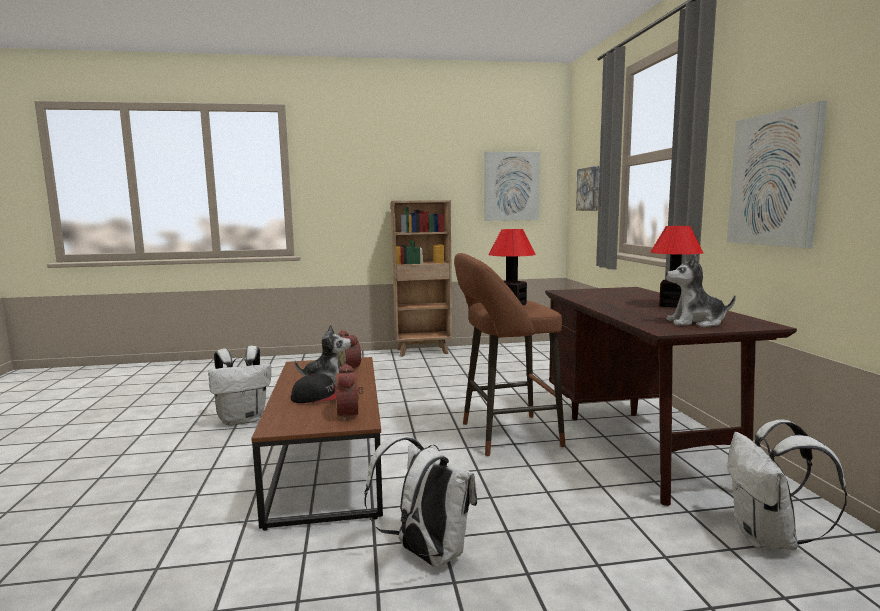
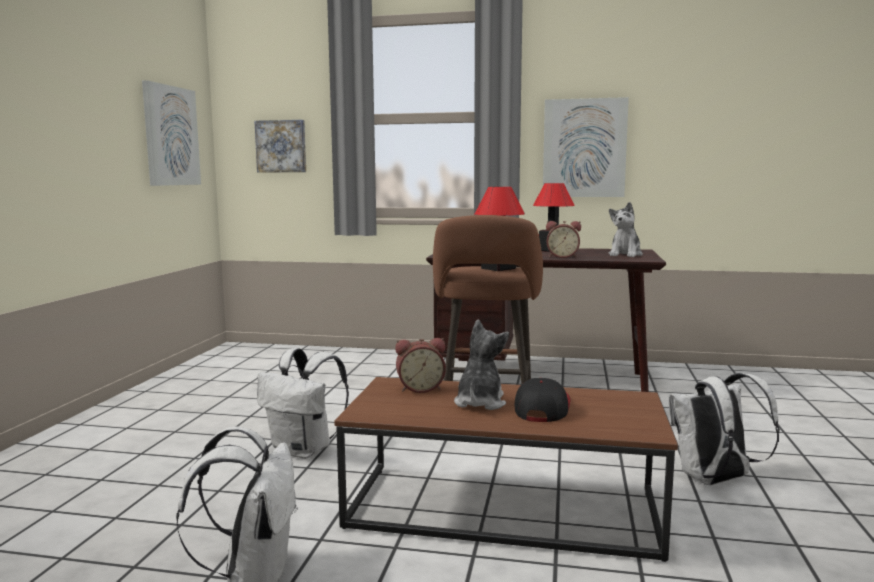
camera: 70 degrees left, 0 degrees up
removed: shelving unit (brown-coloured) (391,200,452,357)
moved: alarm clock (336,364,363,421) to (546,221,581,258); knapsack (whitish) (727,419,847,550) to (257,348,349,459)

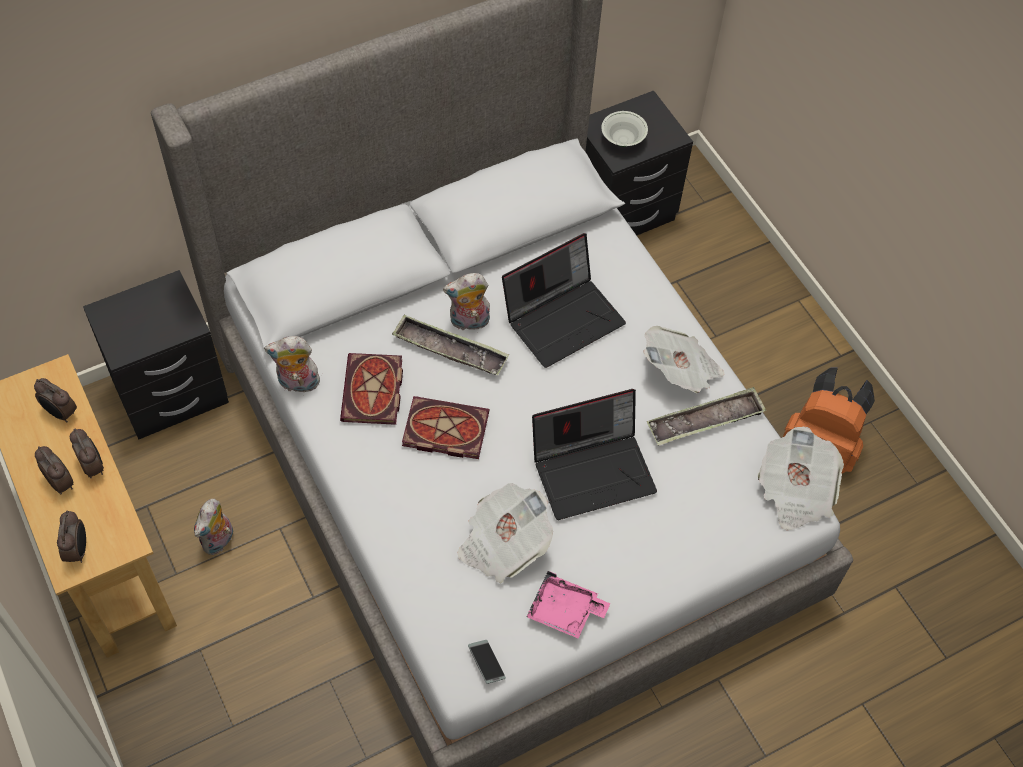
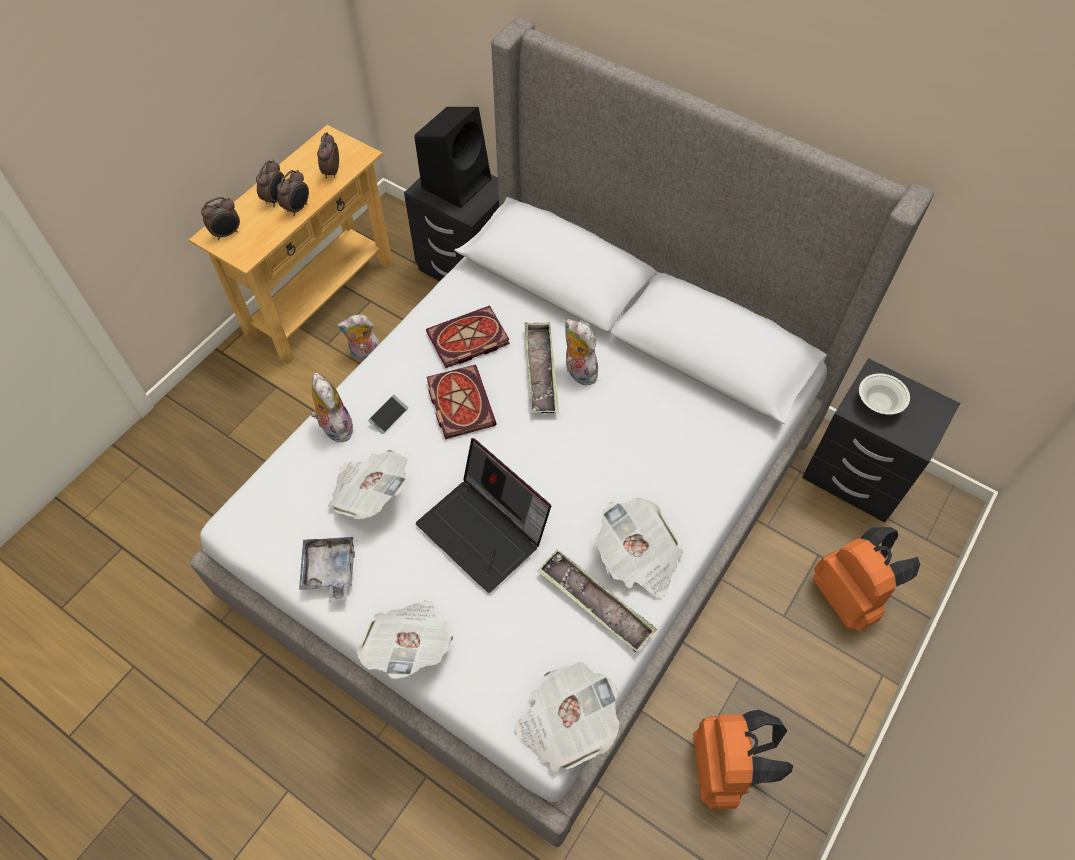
camera: 65 degrees right, 0 degrees up
removed: portable computer (502,233,626,368)
added: newspaper (356,600,453,679); audio speaker (blackish) (414,107,491,208); knapsack (orange) (813,527,920,631)
moved: soft toy (264,336,320,393) to (311,373,353,442); phone (468,640,506,684) to (368,395,408,434)
recoloured: tray (pinkish) (526,571,610,639) to tray (greyish) (299,537,355,602)

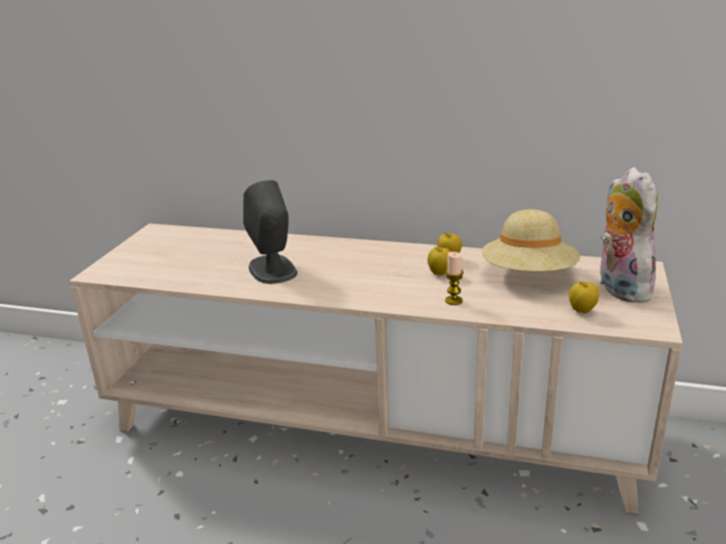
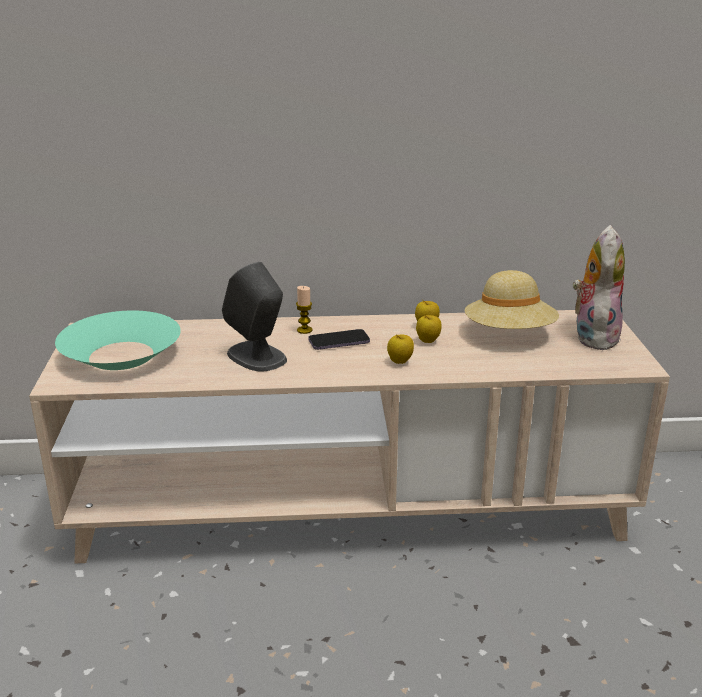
camera: 20 degrees left, 0 degrees up
added: serving bowl (turquoise-coloured) (55,310,181,370); phone (308,329,370,350)
moved: wax light (445,252,464,305) to (296,286,313,334); apple (569,282,599,313) to (387,335,414,364)
turned: soft toy (600,167,658,303) = (573,225,625,351) 45 degrees clockwise

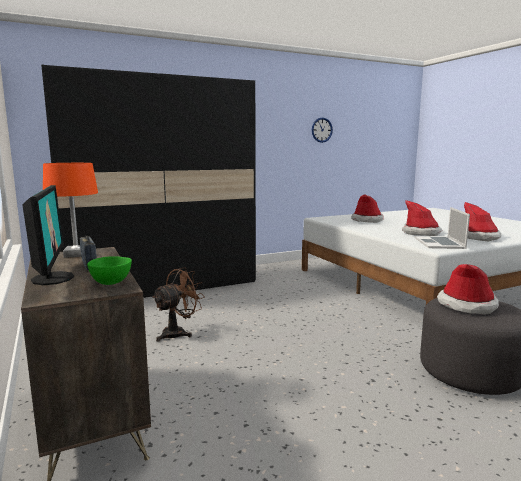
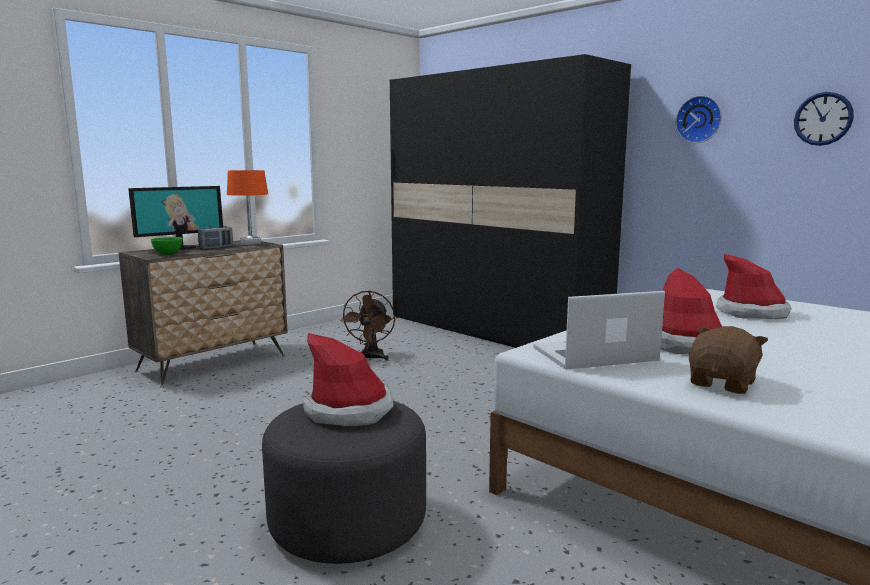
camera: 70 degrees right, 0 degrees up
added: hanging clock (675,96,722,143)
replaced: clothing hat (464,202,501,241) to soft toy (brown-coloured) (689,326,768,394)
turned: electric fan (brown-coloured) (152,267,205,342) = (340,290,395,361) 75 degrees clockwise

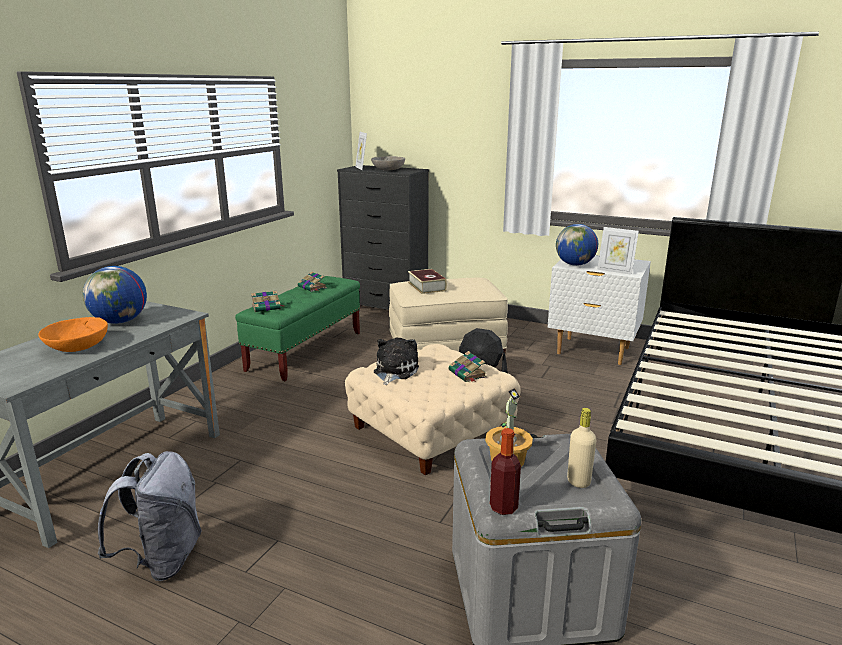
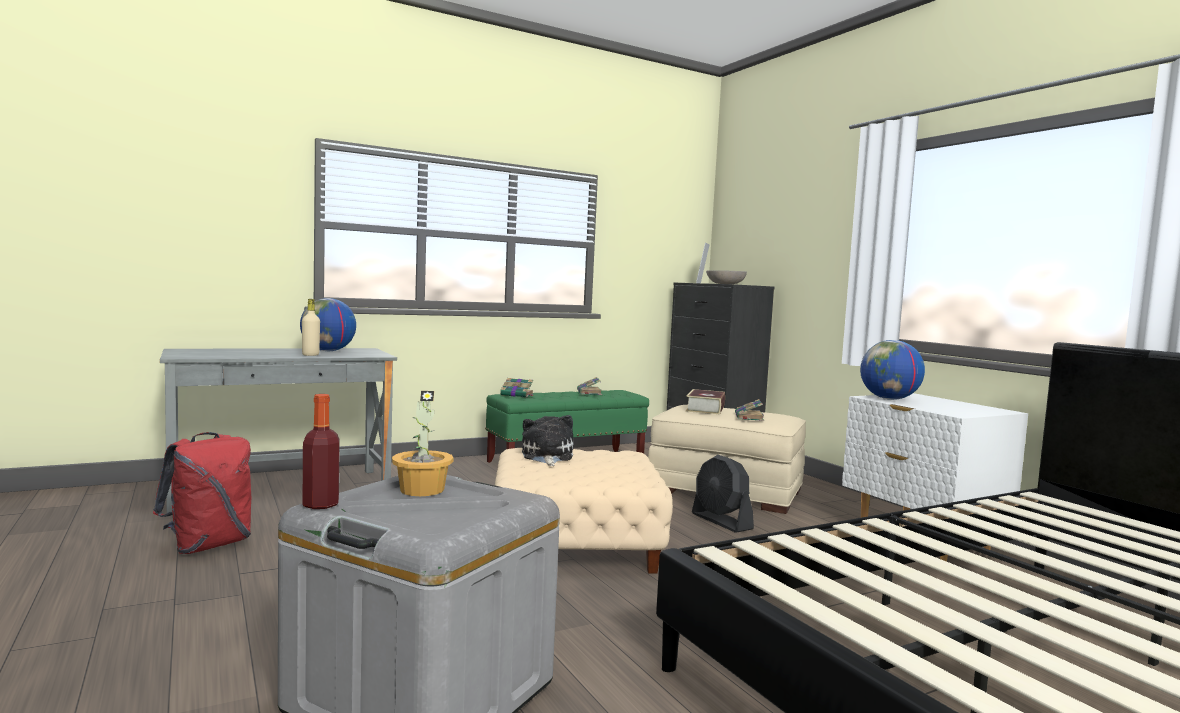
camera: 35 degrees right, 15 degrees down
removed: serving bowl (orange) (38,317,108,352); picture frame (597,227,639,275)
moved: volume (449,351,487,382) to (735,399,764,421); beverage bottle (beige-coloured) (567,408,596,488) to (302,299,320,356)
recoloured: knapsack (greyish) (98,451,202,581) to knapsack (reddish) (153,432,251,554)
turned: soft toy (374,338,419,385) = (522,415,574,466) 60 degrees counterclockwise

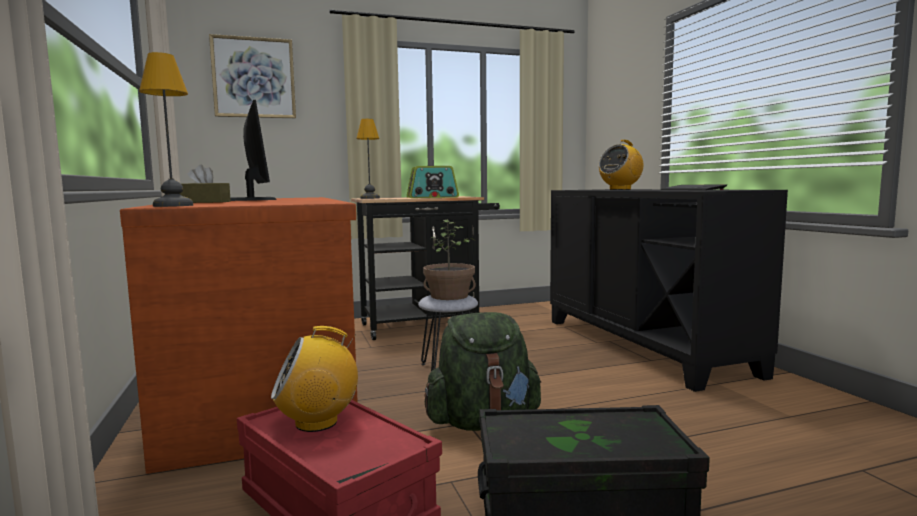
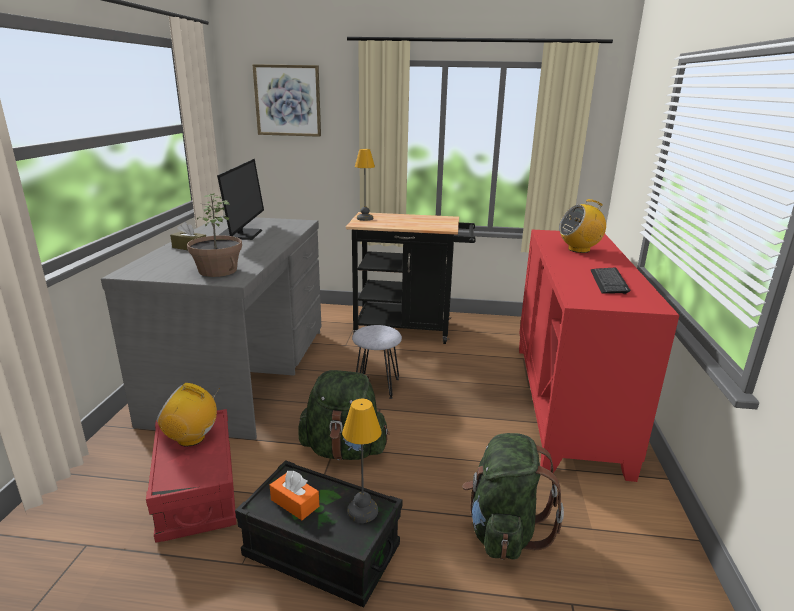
camera: 25 degrees right, 15 degrees up
removed: radio receiver (407,166,459,198)
added: tissue box (orange) (270,471,319,520); knapsack (green-coloured) (462,433,564,560)
moved: tabletop lamp (139,52,193,207) to (342,399,382,523); plant in a pot (423,219,476,300) to (187,193,242,277)
recoloured: desk unit (brown-coloured) (120,197,358,474) to desk unit (greyish) (101,216,321,440); cupboard (blackish) (550,189,788,392) to cupboard (reddish) (519,230,679,482)

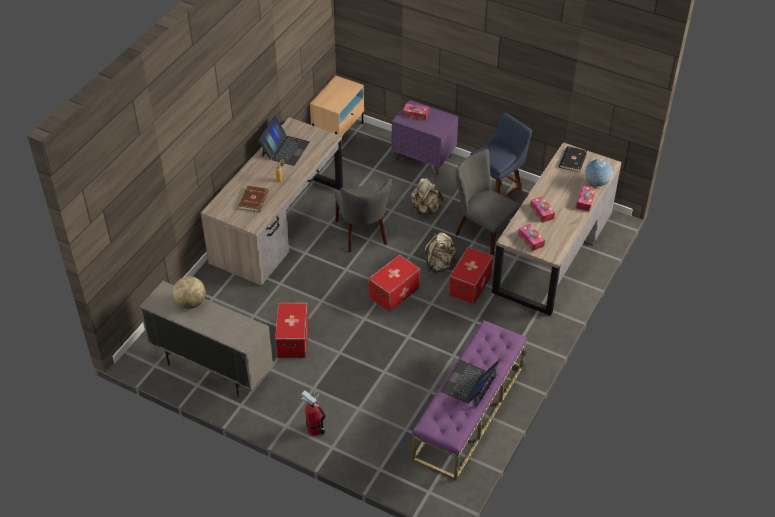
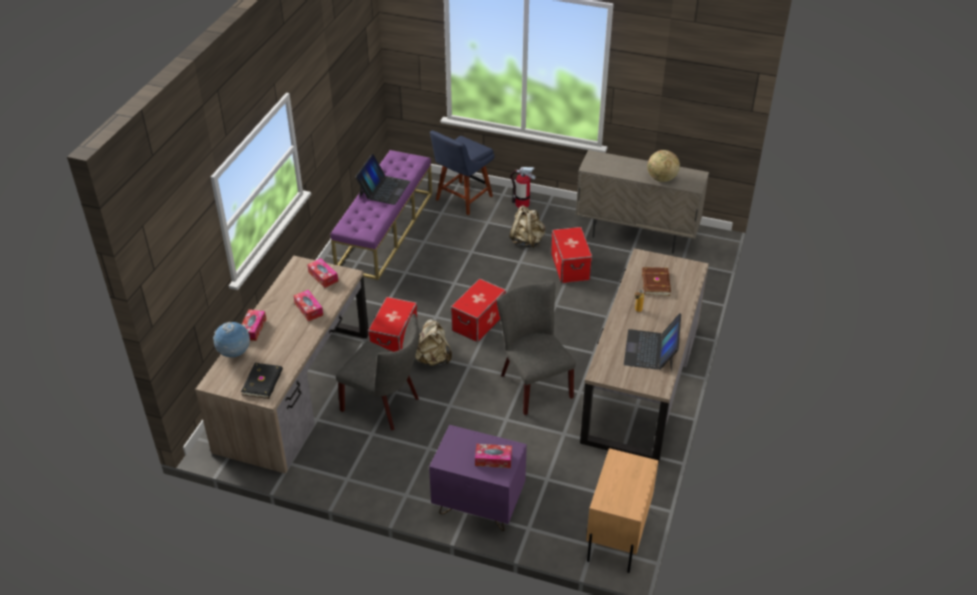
camera: 170 degrees right, 5 degrees down
moved: knapsack (beige-coloured) (411,178,443,216) to (509,205,545,248); upright chair (bluish) (470,113,532,197) to (430,130,495,215)

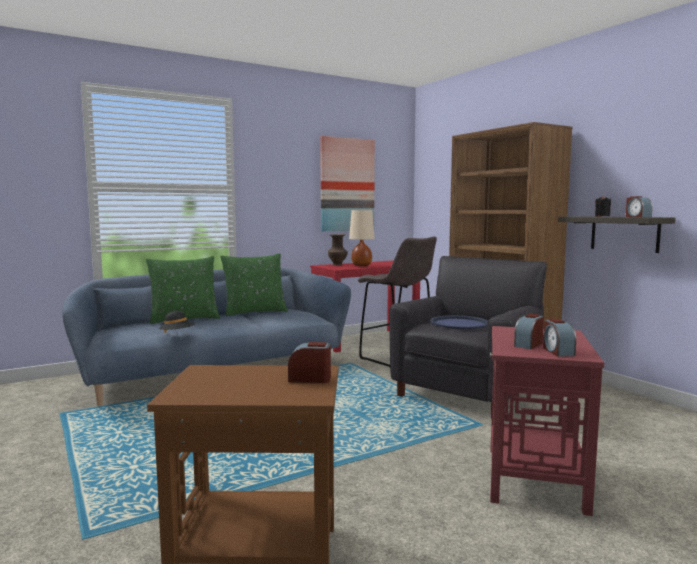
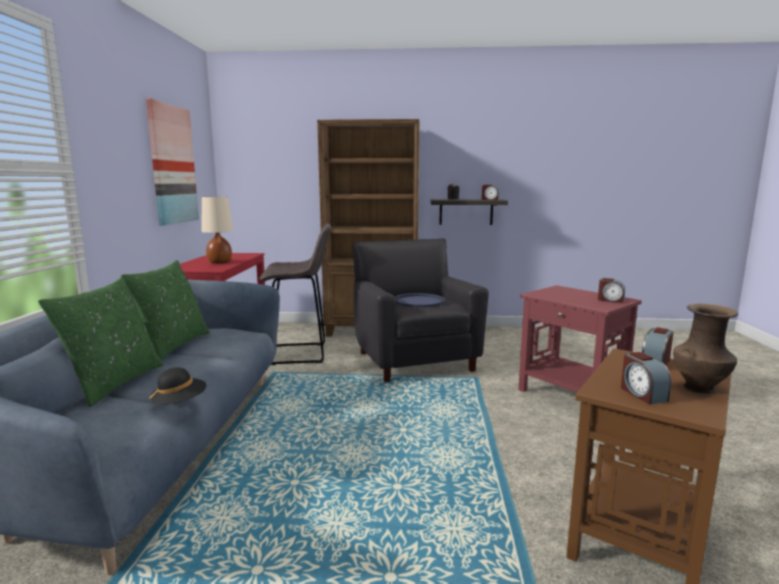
camera: 55 degrees left, 5 degrees up
moved: flower vase (brown-coloured) (328,234,348,265) to (673,304,738,394); alarm clock (514,314,544,349) to (621,352,671,404)

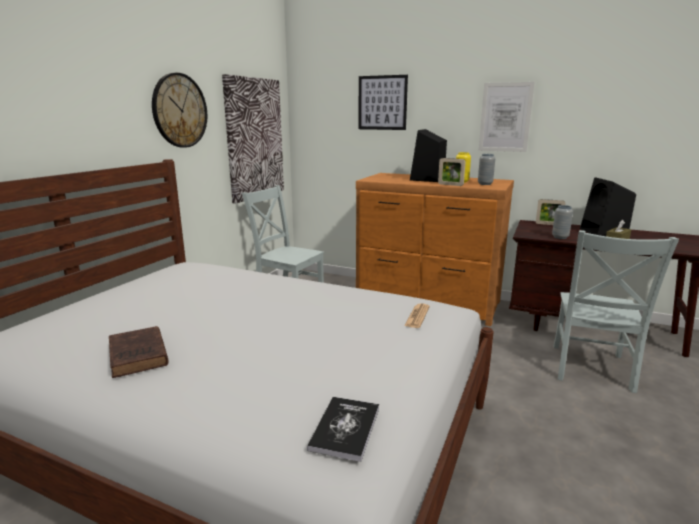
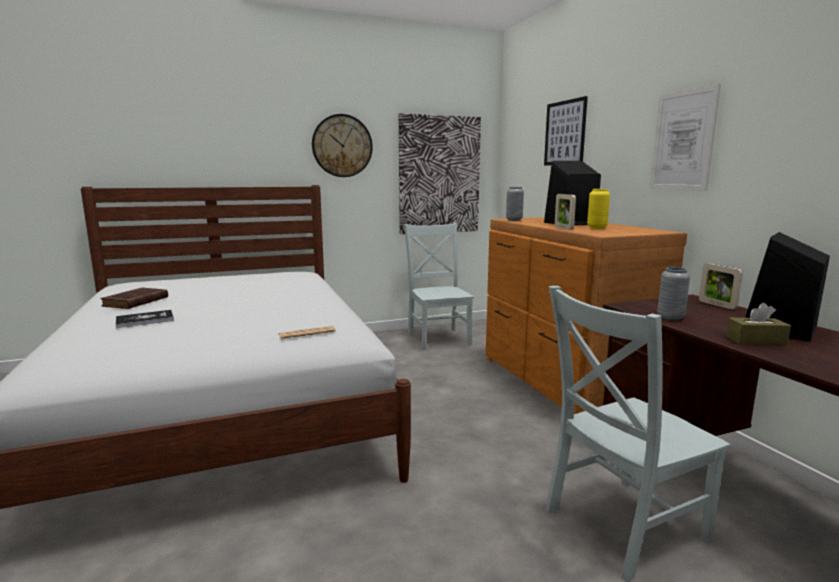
camera: 45 degrees right, 5 degrees down
moved: volume (307,397,379,462) to (116,310,174,328); flower vase (greyish) (478,154,495,185) to (506,187,524,221)

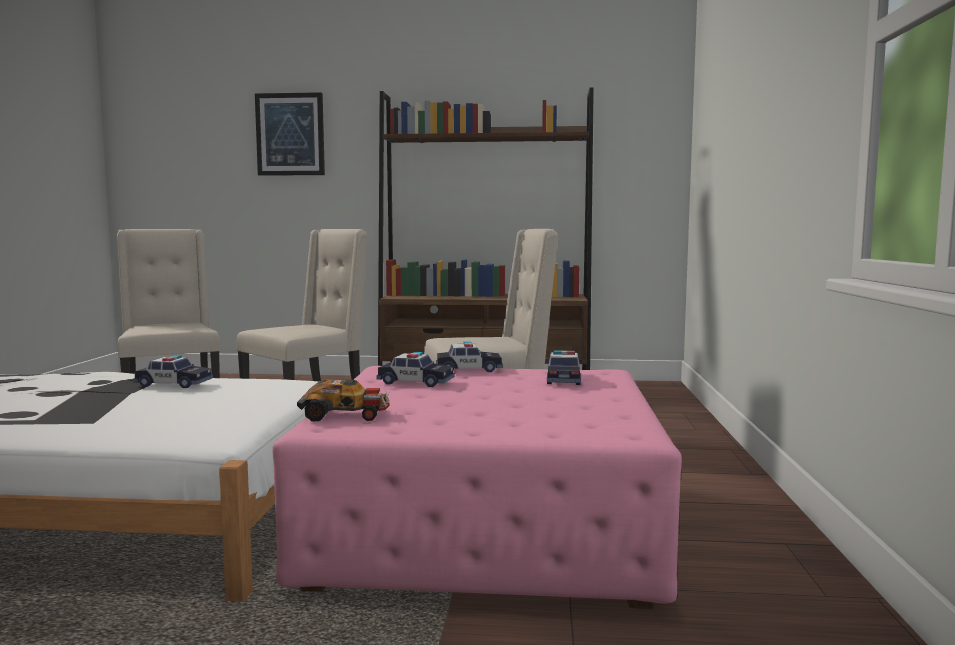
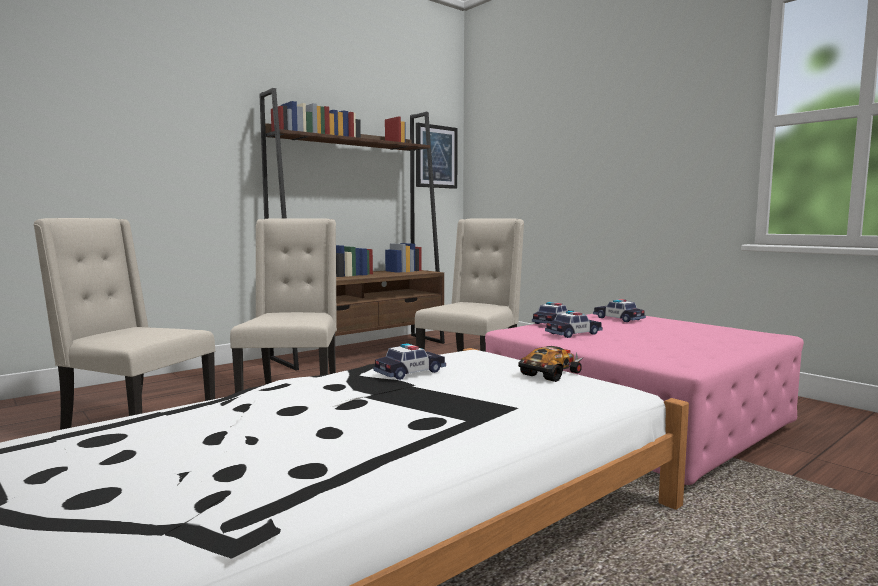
camera: 45 degrees left, 0 degrees up
moved: wall picture (255,92,325,176) to (416,123,458,189); toy car (297,380,389,422) to (518,346,582,382)

